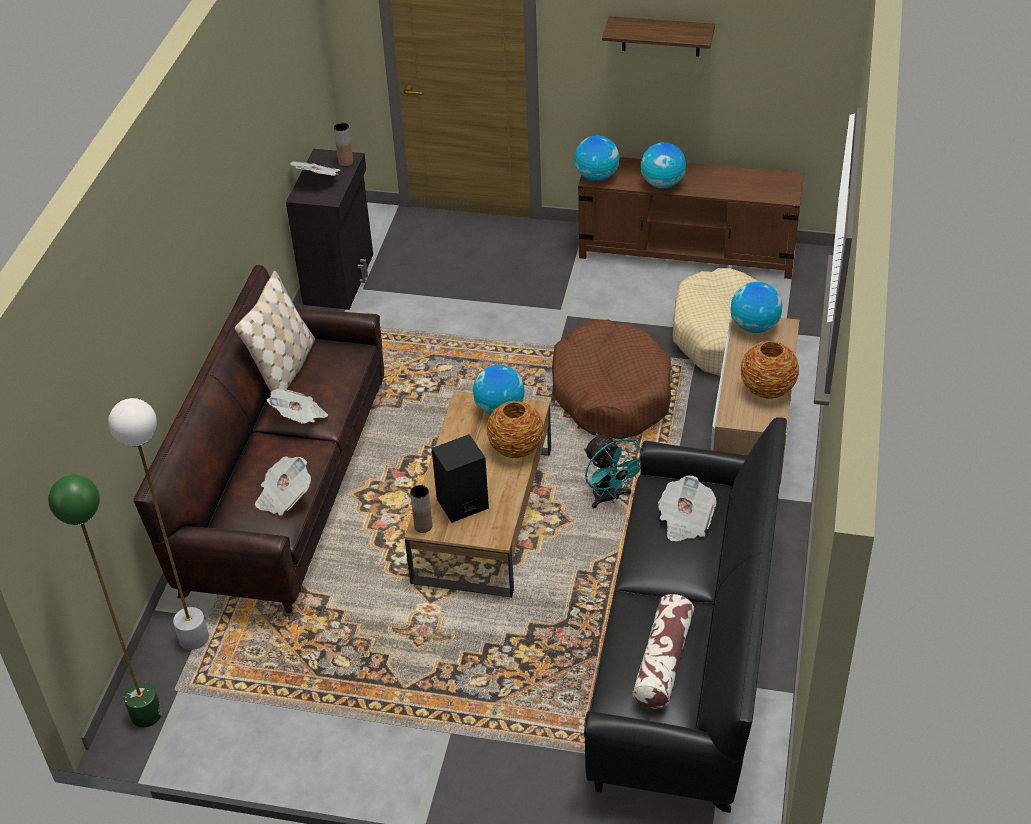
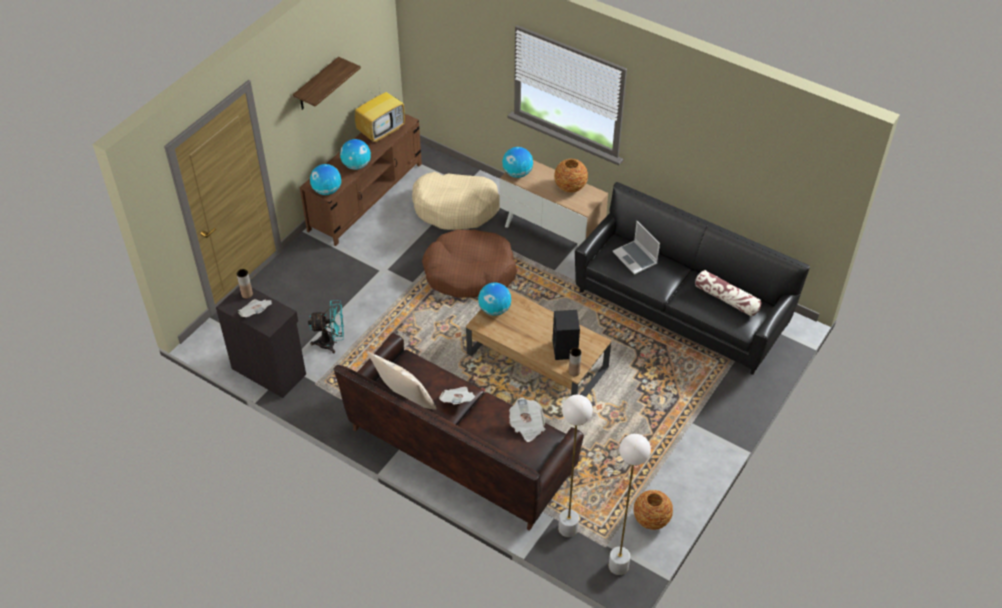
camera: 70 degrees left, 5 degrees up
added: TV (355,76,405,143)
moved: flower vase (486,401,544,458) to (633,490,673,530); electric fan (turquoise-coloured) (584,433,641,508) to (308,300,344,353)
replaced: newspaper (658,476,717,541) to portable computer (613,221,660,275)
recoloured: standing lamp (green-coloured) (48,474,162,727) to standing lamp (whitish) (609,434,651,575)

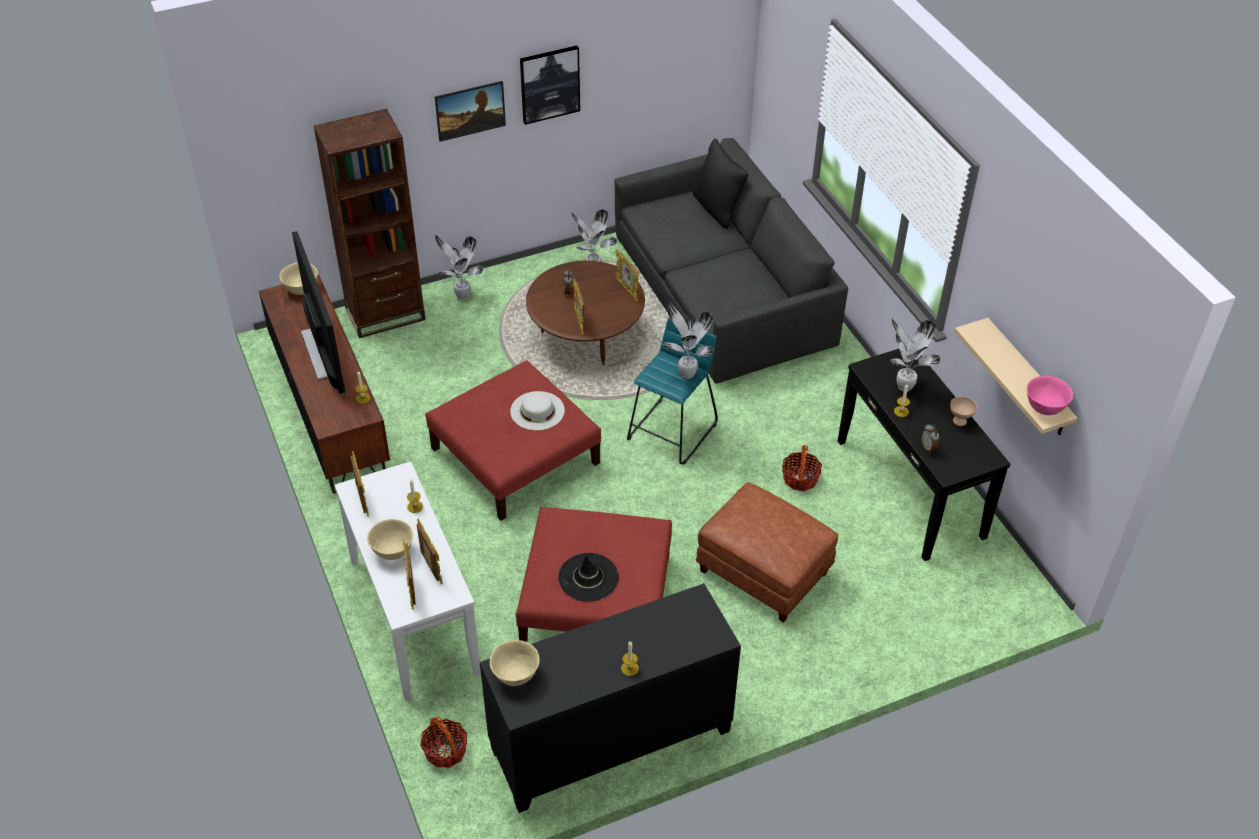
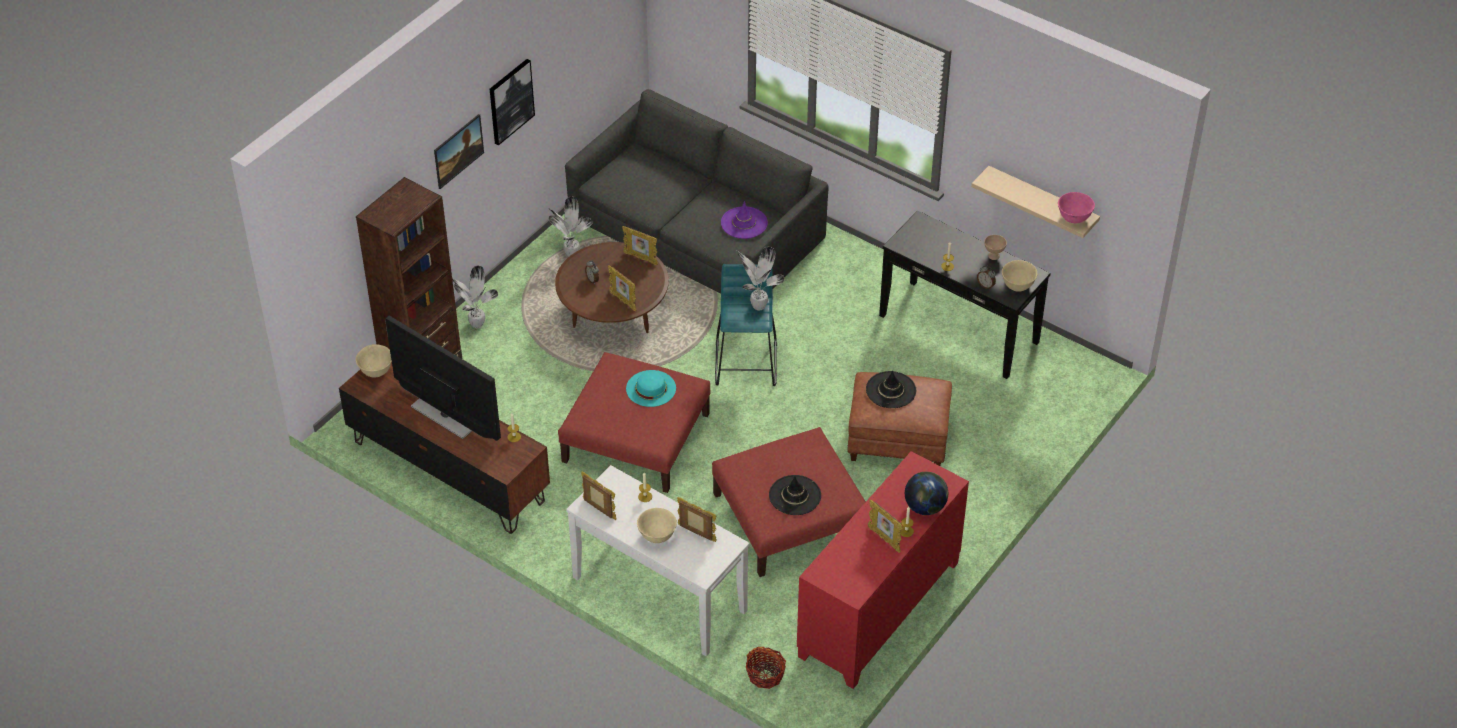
camera: 30 degrees left, 0 degrees up
removed: pillow (blackish) (693,139,749,229); basket (782,445,822,491); plant in a pot (890,317,940,392)
added: clothing hat (purplish) (721,201,768,239); clothing hat (blackish) (866,370,916,408); globe (905,471,948,515)
moved: picture frame (403,539,416,610) to (868,499,903,553); serving bowl (beige-coloured) (490,640,540,686) to (1002,260,1037,292)
recoloured: cupboard (blackish) (480,583,741,813) to cupboard (reddish) (797,451,969,689); clothing hat (whitish) (510,391,565,431) to clothing hat (turquoise-coloured) (626,370,676,407)

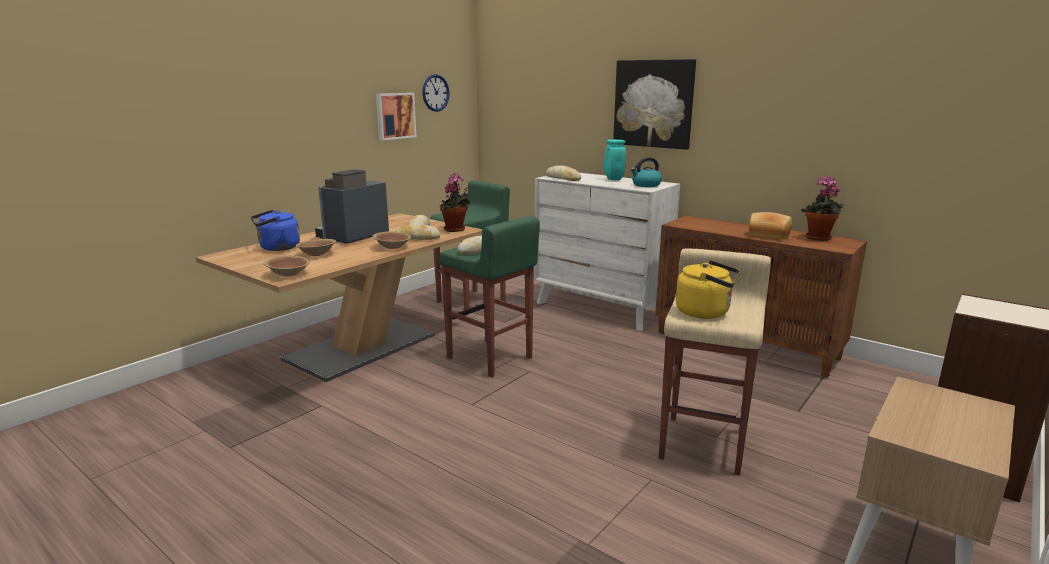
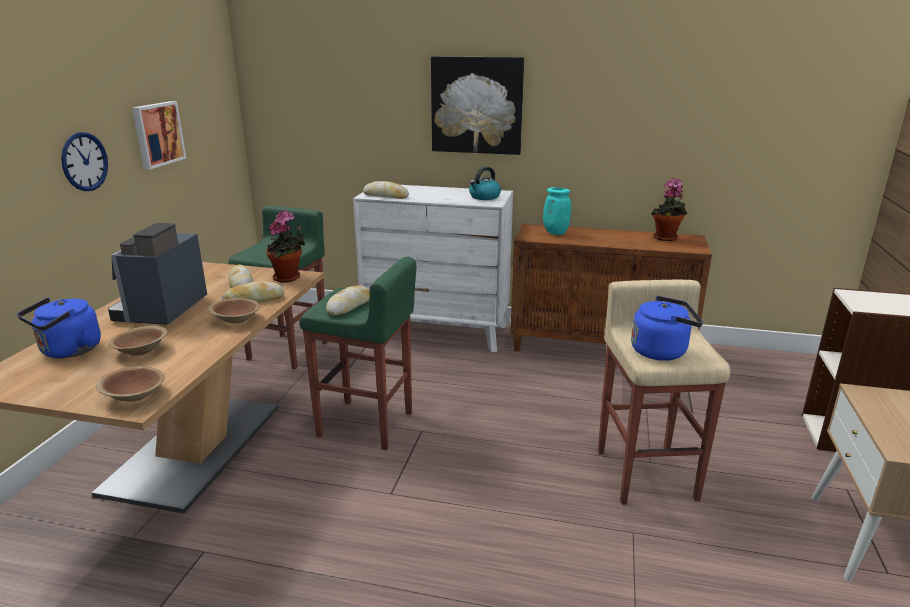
camera: 25 degrees left, 5 degrees up
removed: baked bread (749,212,792,239)
moved: hanging clock (422,74,449,112) to (61,132,108,191); flower vase (turquoise-coloured) (604,139,627,180) to (543,187,571,235)
recoloured: kettle (yellow) (676,260,740,319) to kettle (bluish) (631,296,703,361)

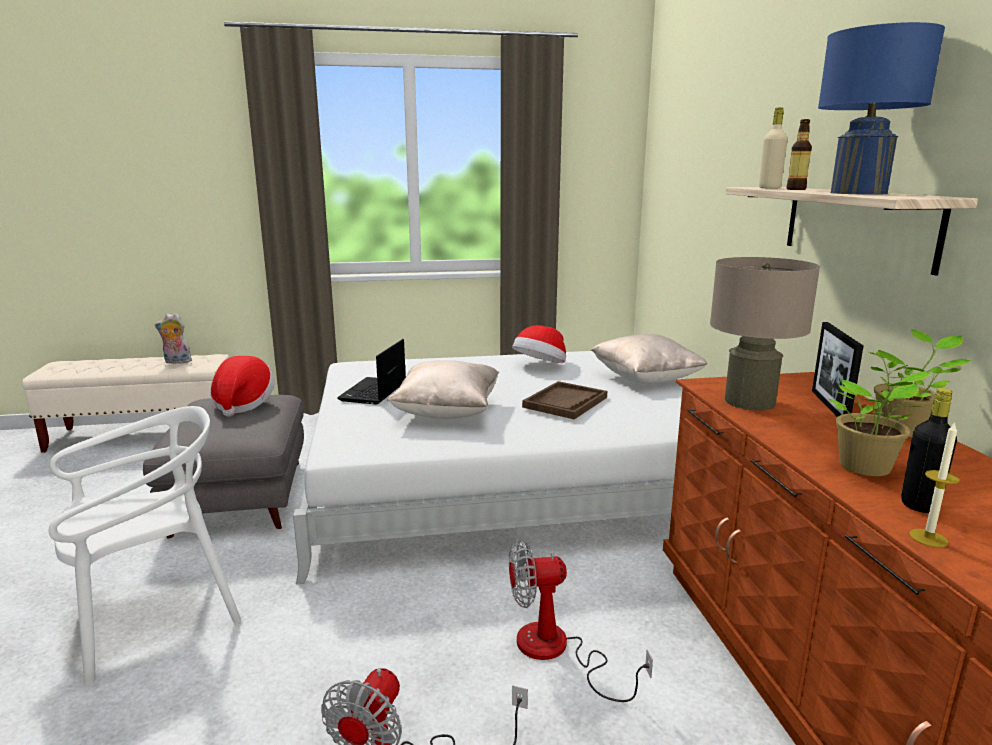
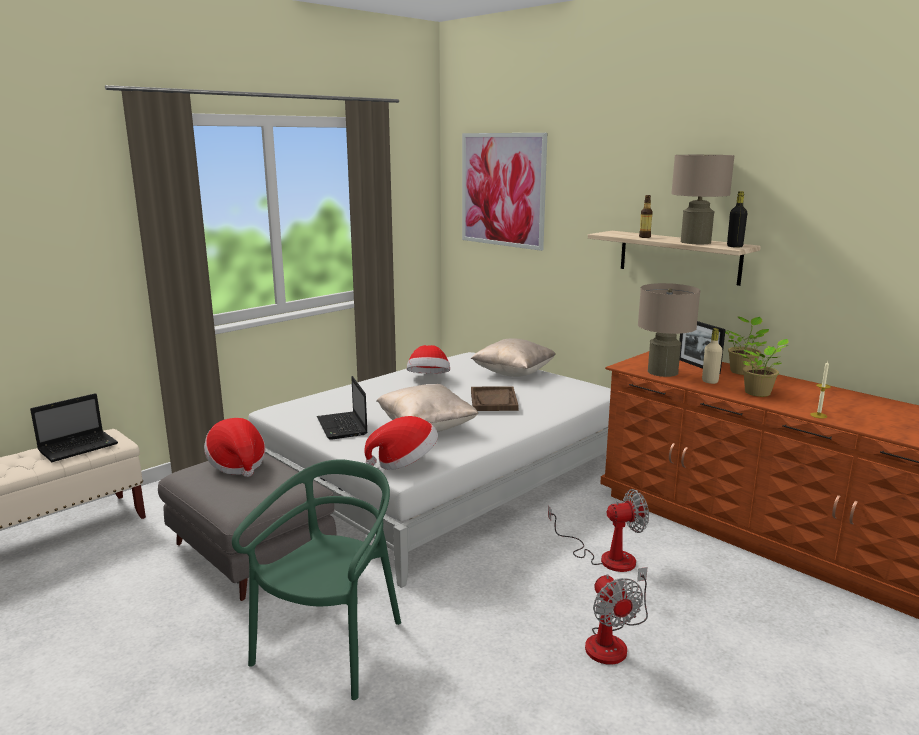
camera: 35 degrees left, 0 degrees up
added: clothing hat (364,416,438,470); wall picture (462,133,547,251)
moved: beverage bottle (beige-coloured) (759,107,788,189) to (702,328,723,384); beverage bottle (blackish) (901,388,957,513) to (727,191,748,248)
replaced: soft toy (155,313,192,364) to portable computer (30,393,118,462)
recoloured: upright chair (whitish) (49,406,241,685) to upright chair (green-coloured) (232,459,401,700); tabletop lamp (bluish) (818,22,945,195) to tabletop lamp (beige-coloured) (671,155,735,244)
turned: electric fan (509,540,653,702) = (548,489,649,572) 150 degrees counterclockwise

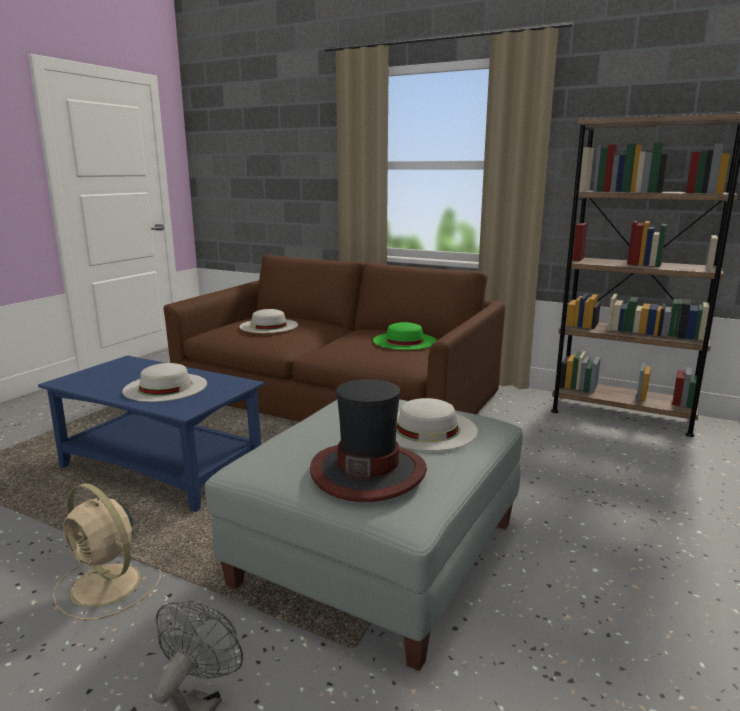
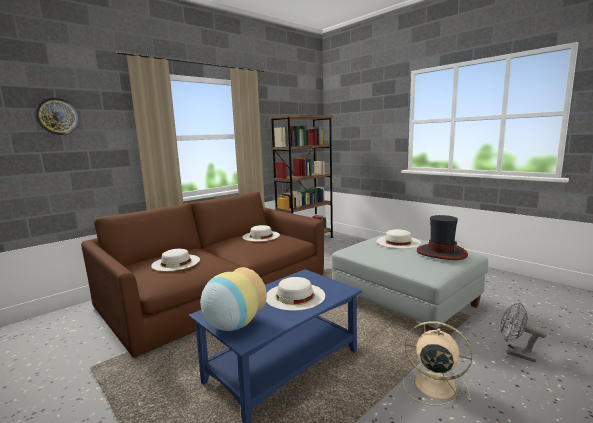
camera: 70 degrees left, 5 degrees down
added: hanging clock (35,98,79,135); flower vase (200,267,267,331)
recoloured: clothing hat (green-coloured) (373,322,437,350) to clothing hat (whitish) (243,225,280,242)
turned: electric fan (beige-coloured) (52,483,161,620) = (403,321,472,406) 120 degrees counterclockwise

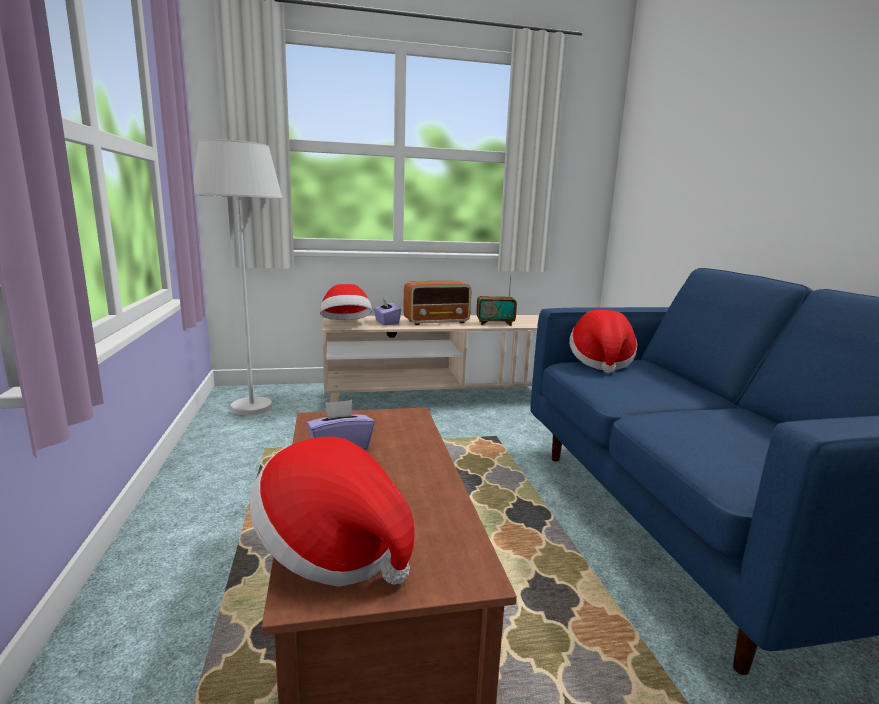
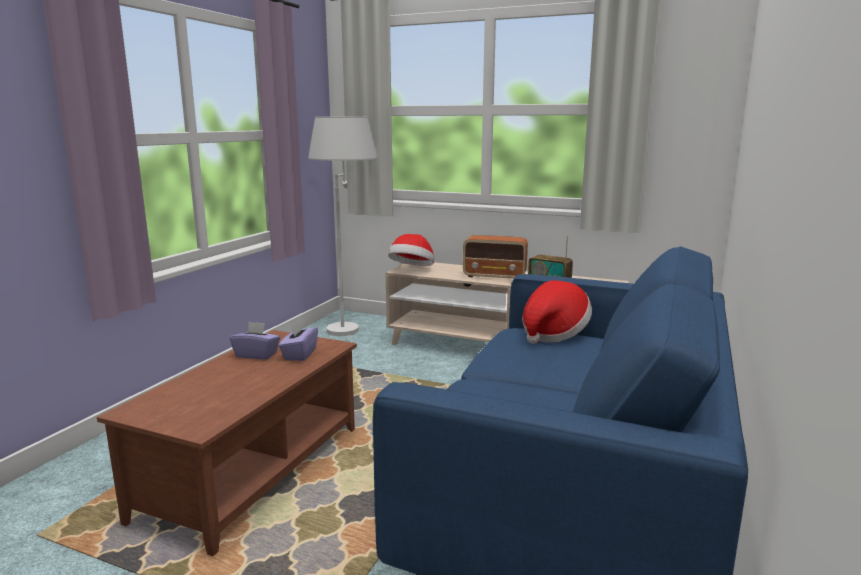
camera: 35 degrees right, 0 degrees up
removed: clothing hat (250,437,415,587)
moved: tissue box (purplish) (373,298,401,325) to (279,320,318,361)

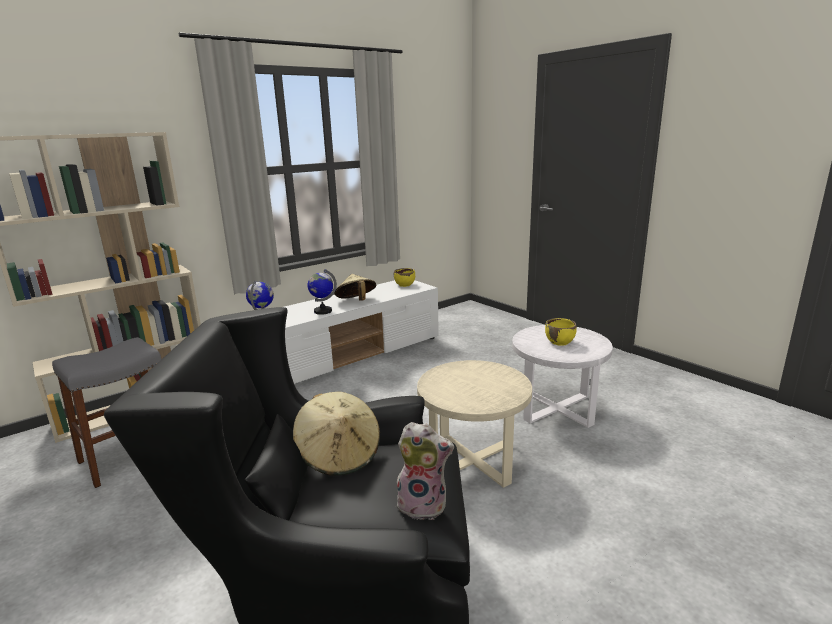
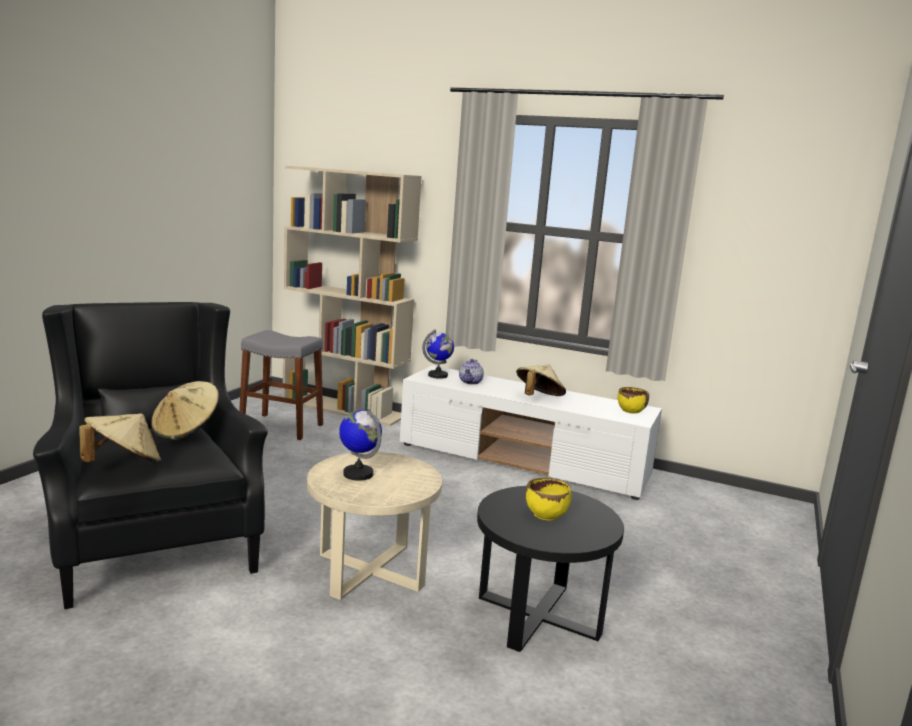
camera: 60 degrees right, 5 degrees down
added: pot for tea (459,359,484,385)
moved: globe (308,269,337,315) to (339,409,382,481)
replaced: soft toy (397,422,454,520) to clothing hat (beige-coloured) (79,413,161,463)
recoloured: side table (whitish) (512,325,613,428) to side table (blackish) (477,486,624,652)

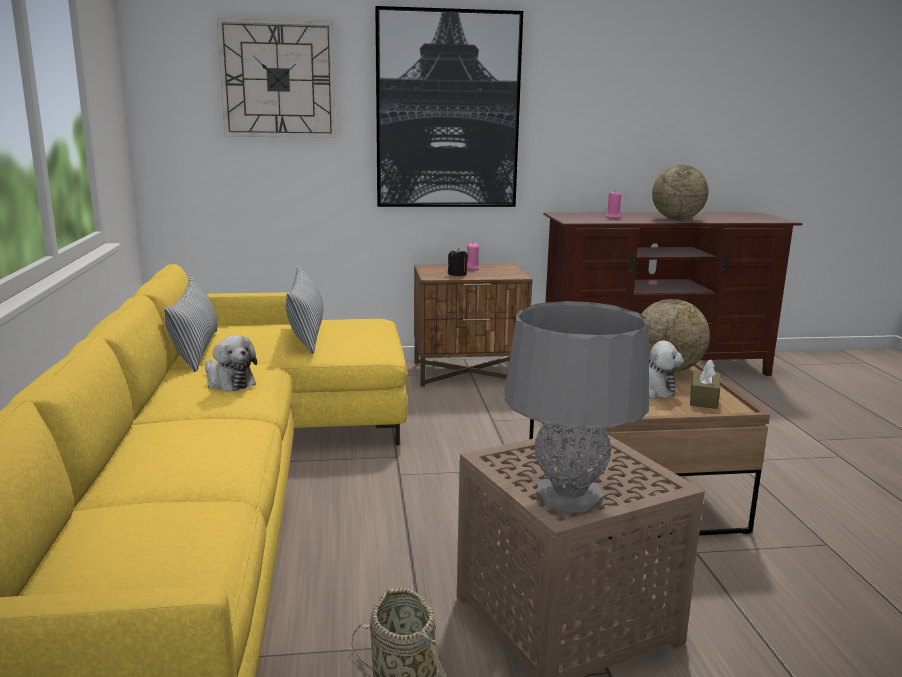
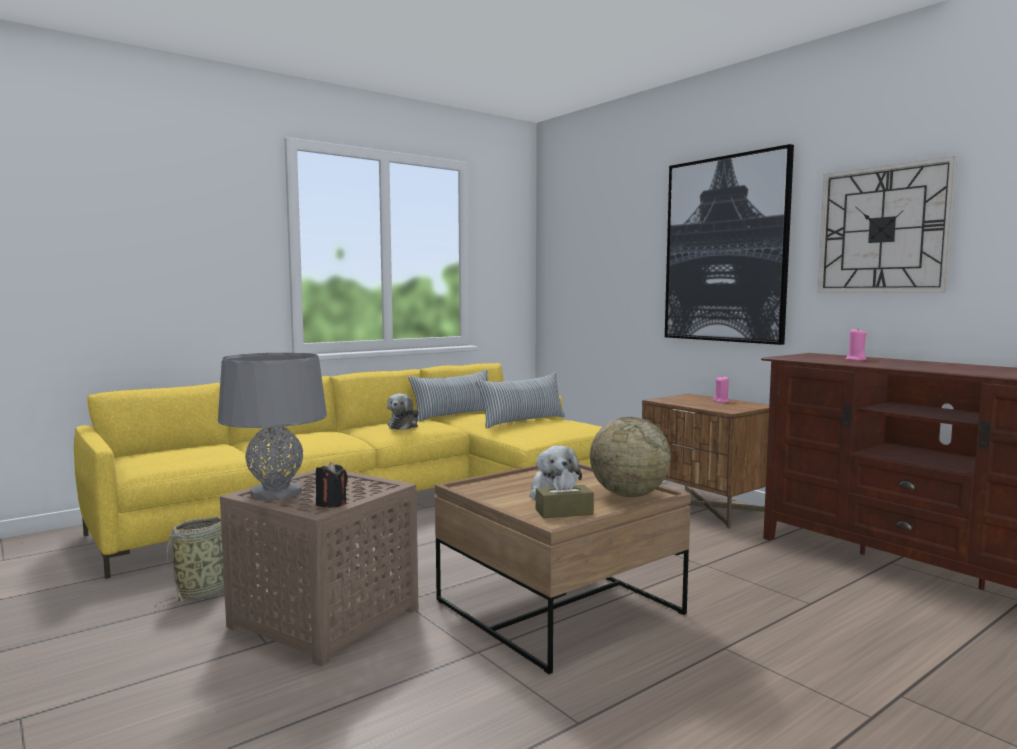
camera: 60 degrees right, 10 degrees down
removed: globe (652,165,709,220)
moved: hanging clock (217,18,336,138) to (818,156,957,292); wax light (blackish) (448,248,468,276) to (316,462,348,508)

